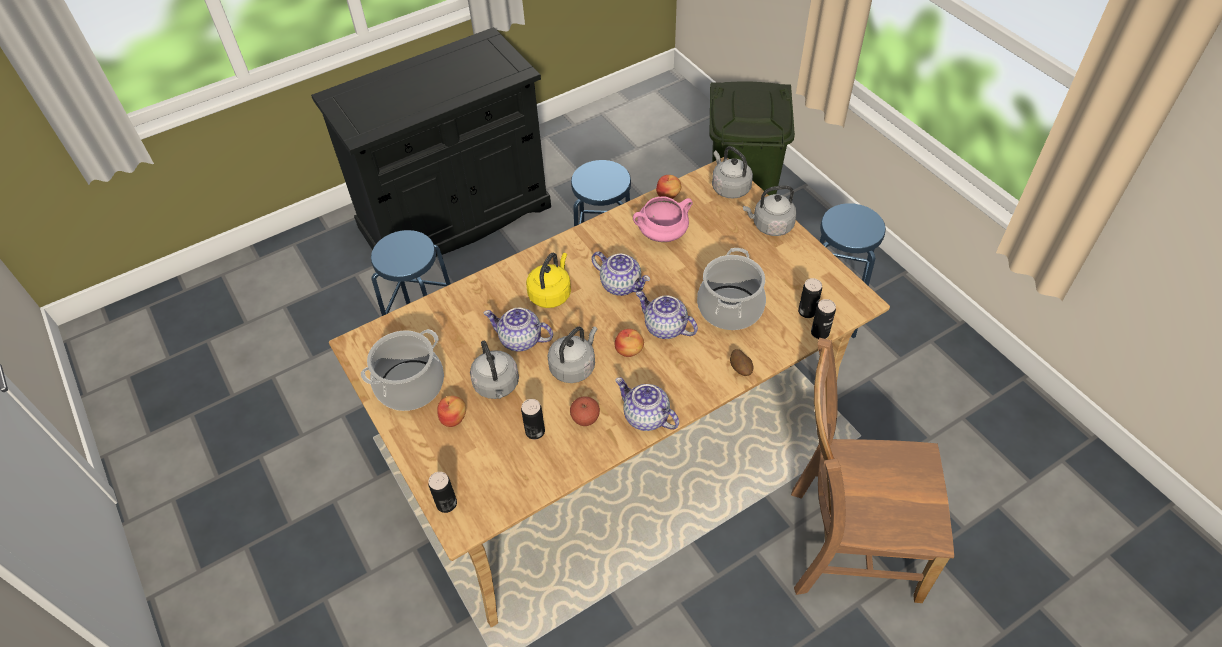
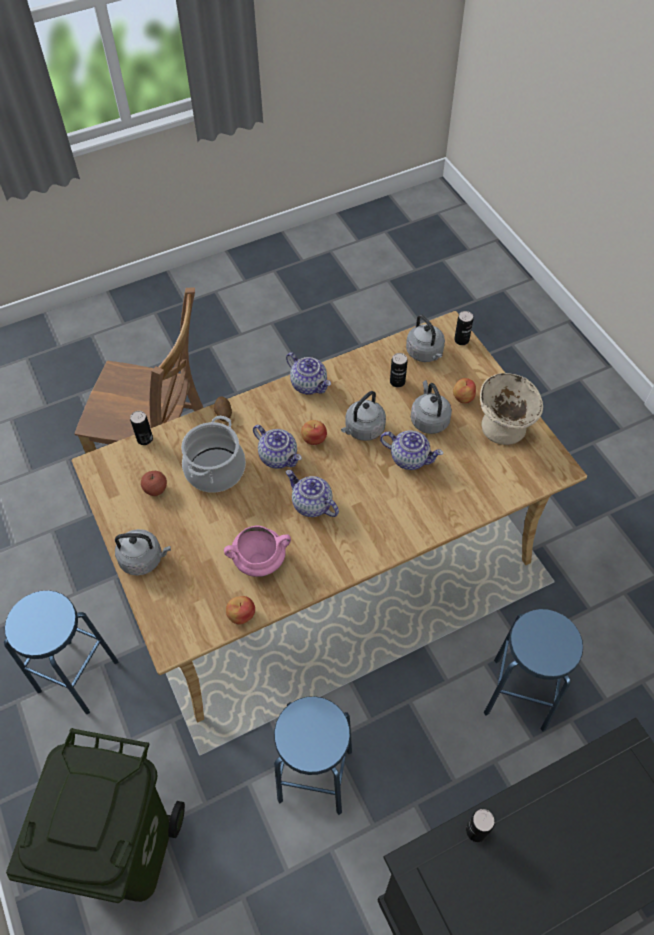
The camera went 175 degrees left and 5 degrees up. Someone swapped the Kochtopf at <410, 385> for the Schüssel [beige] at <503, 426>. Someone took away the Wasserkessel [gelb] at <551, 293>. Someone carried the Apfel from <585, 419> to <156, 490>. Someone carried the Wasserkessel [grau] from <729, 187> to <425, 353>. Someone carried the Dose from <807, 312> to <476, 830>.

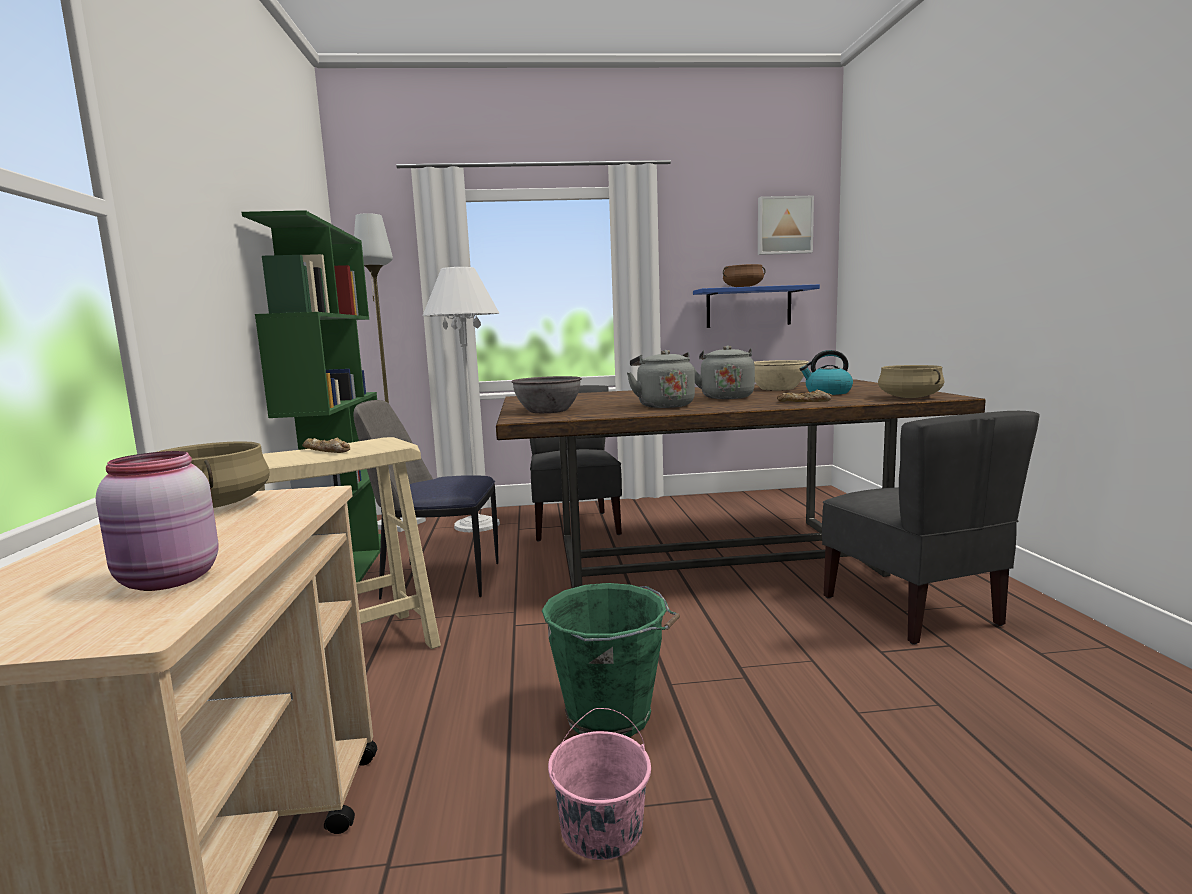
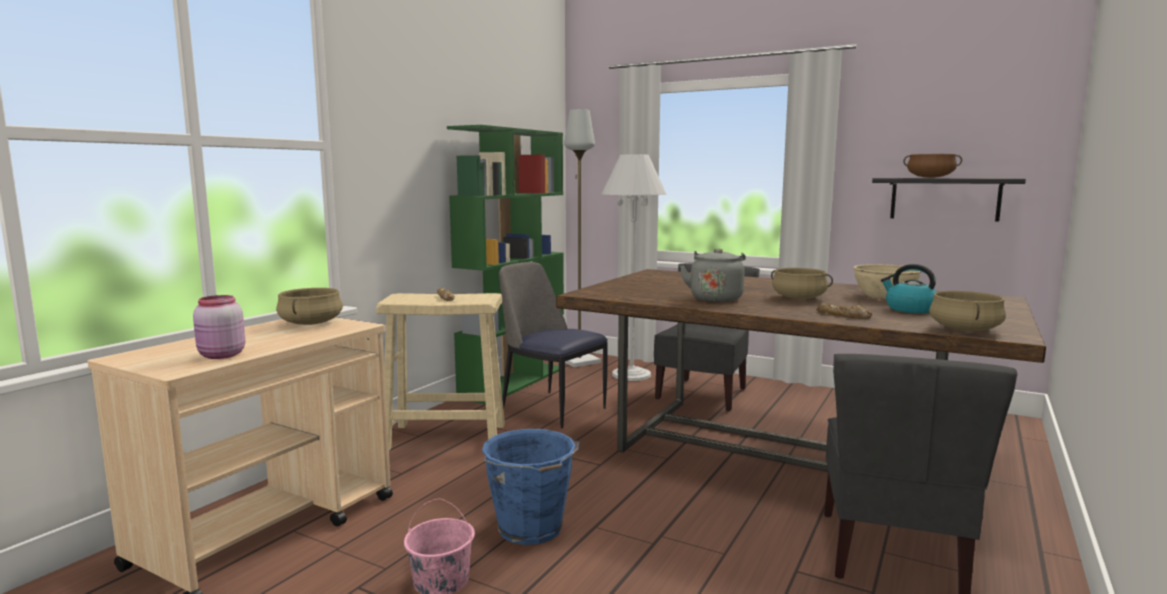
The camera went 35 degrees right and 0 degrees up. Someone took away the Schüssel [grau] at <548, 411>. Someone repainted the Eimer [grün] at <612, 716>, which became the Eimer [blau] at <531, 530>. Someone repainted the Wandregal [blau] at <748, 307>, which became the Wandregal [schwarz] at <944, 199>. Someone swapped the Wasserkessel [grau] at <726, 397> for the Kochtopf [beige] at <799, 298>. Someone took away the Bild at <784, 225>.

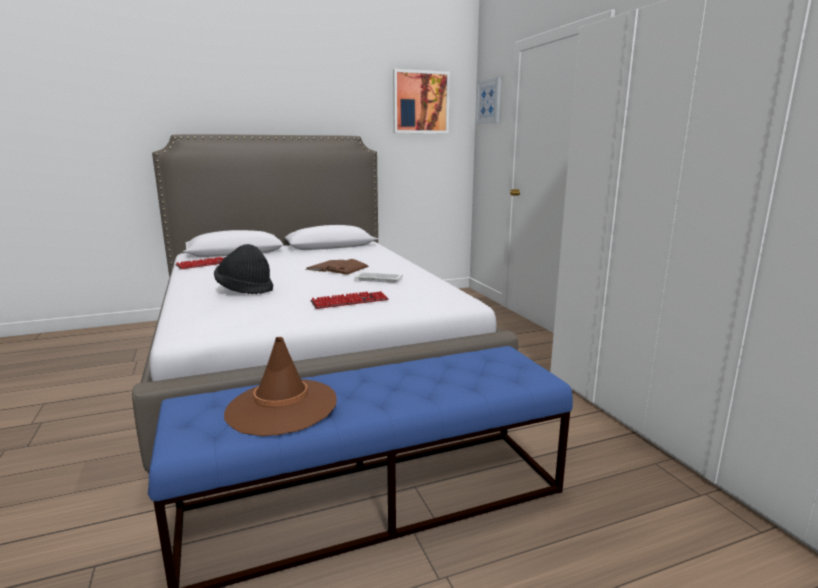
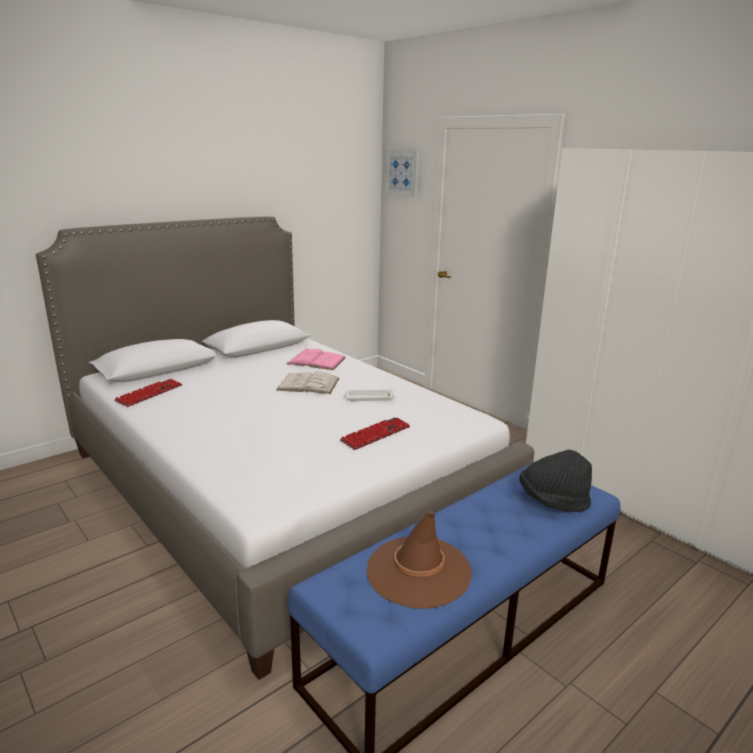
The camera went 20 degrees left and 5 degrees up. Someone carried the Hut [schwarz] from <245, 289> to <553, 501>. Someone repainted the Buch [braun] at <337, 268>, which became the Buch [weiß] at <308, 384>. Someone took away the Bild at <420, 102>. Someone put down the Buch [rosa] at <316, 361>.

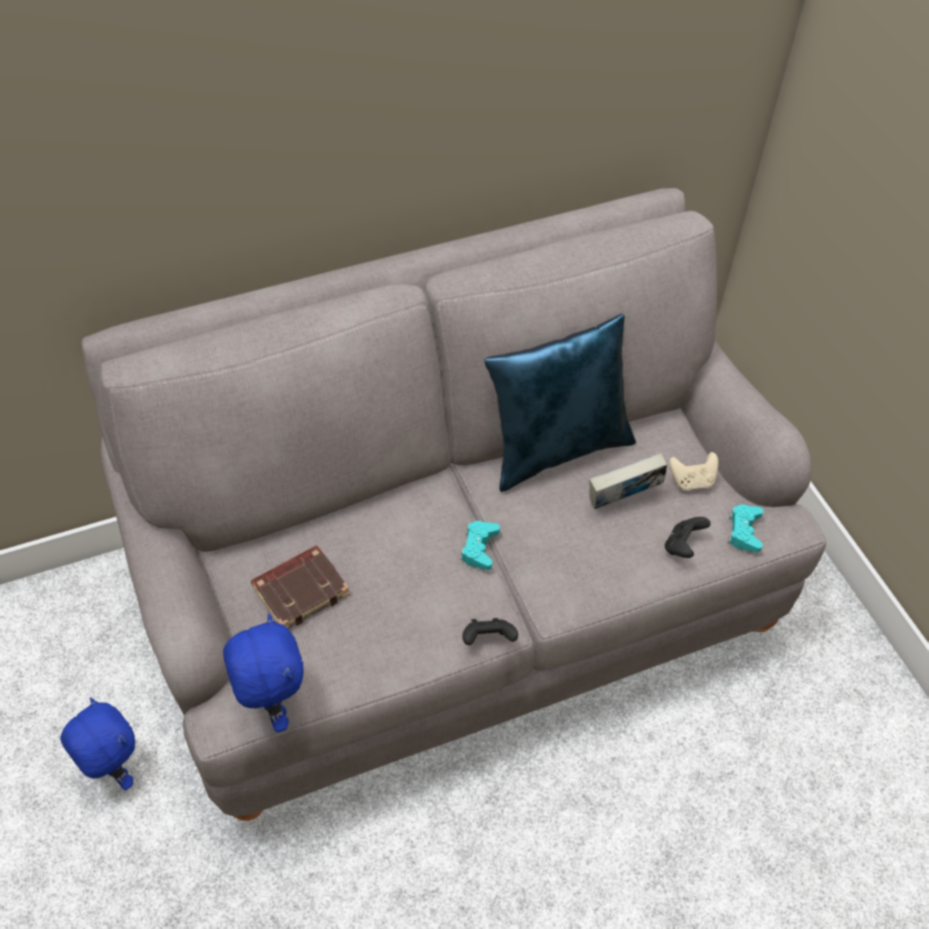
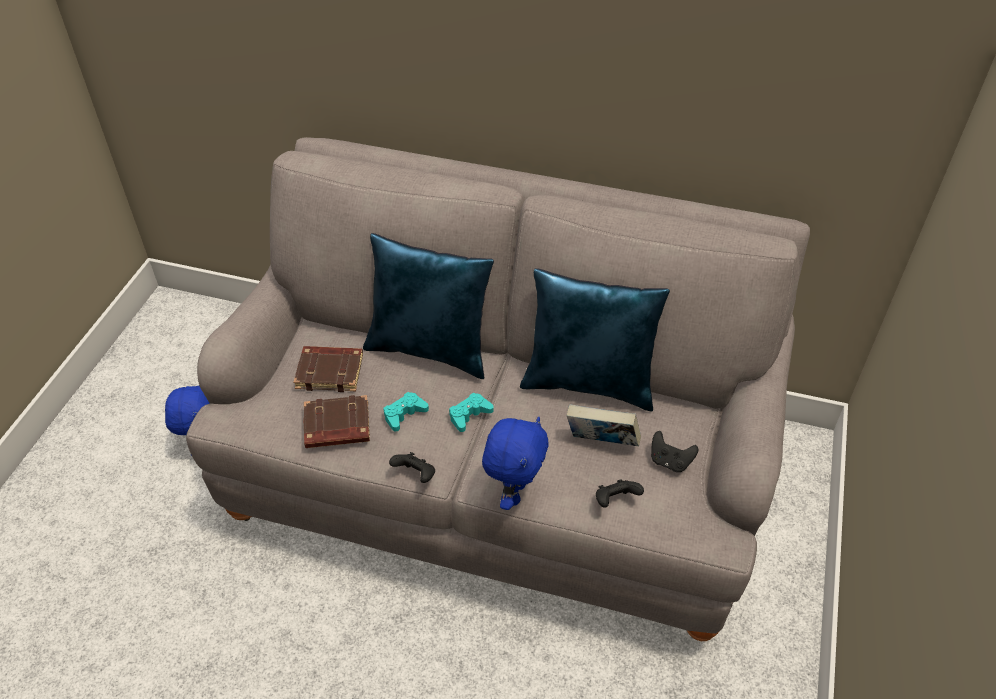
The camera went 40 degrees right and 5 degrees down. Someone carried the Plüschtier [blau] from <271, 705> to <513, 493>. Someone repainted the Gamepad [beige] at <692, 481>, which became the Gamepad [schwarz] at <670, 461>. Someone carried the Gamepad [türkis] from <744, 531> to <404, 414>. Someone put down the Buch [braun] at <336, 427>. Someone put down the Kissen [blau] at <431, 349>.

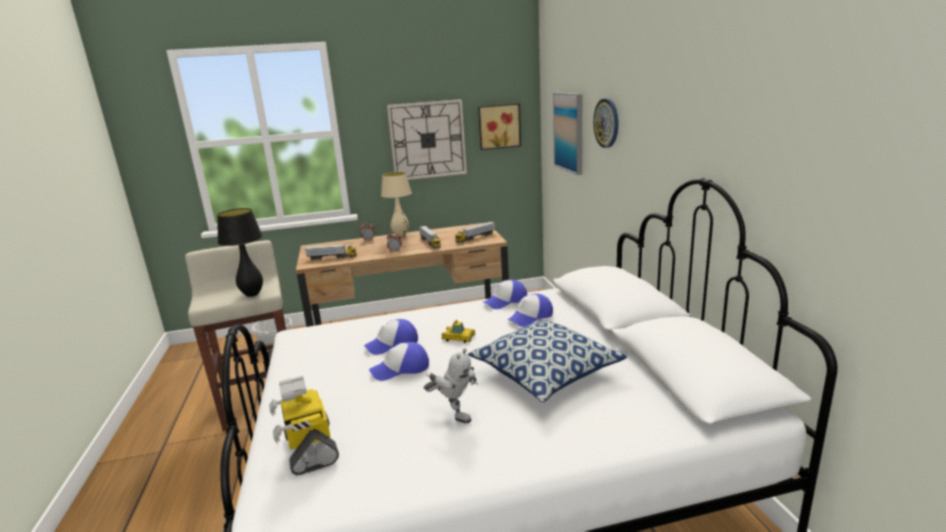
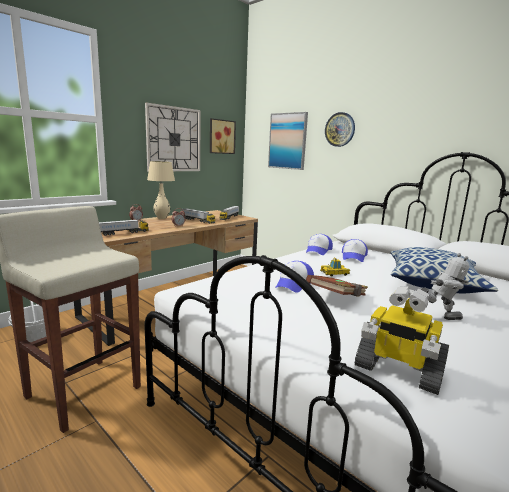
The camera went 35 degrees left and 5 degrees down. Someone took away the Tischlampe [schwarz] at <252, 294>. Someone swapped the Kappe at <401, 369> for the Buch [braun] at <337, 298>.

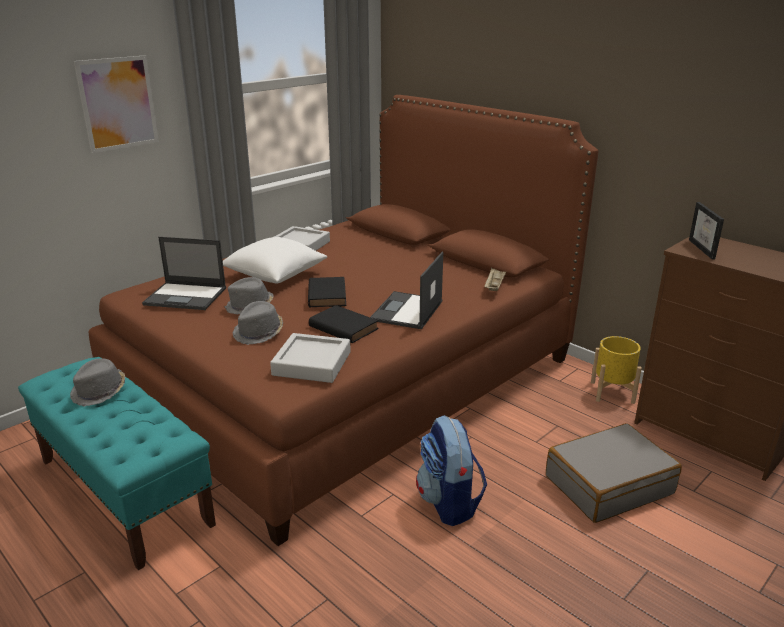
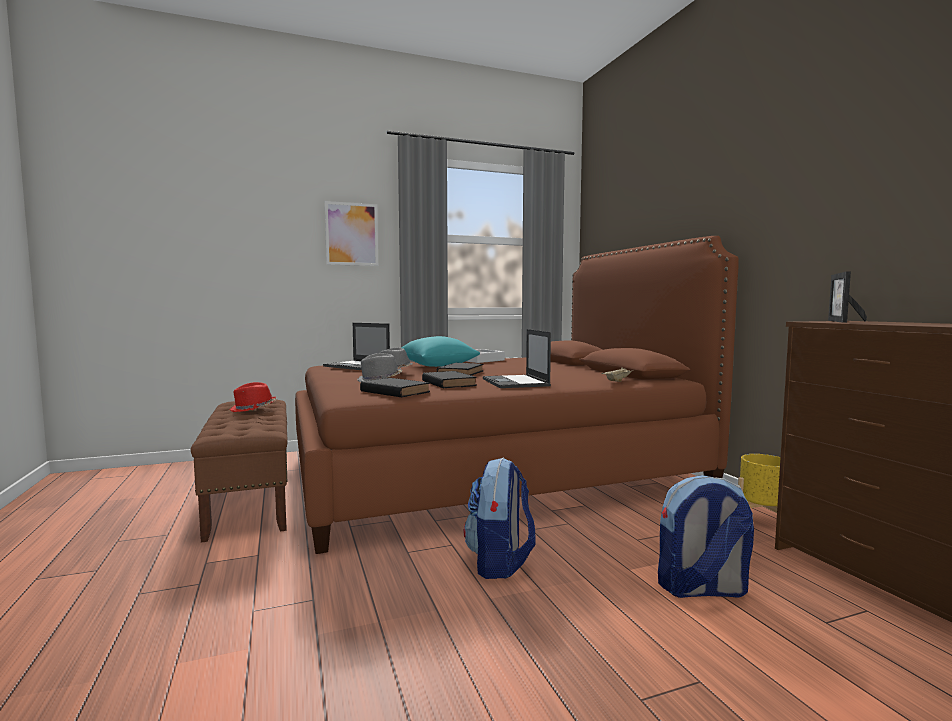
The camera went 25 degrees right and 20 degrees down. Someone repainted the Bank [türkis] at <125, 492>, which became the Bank [braun] at <250, 499>. Someone repainted the Hut [grau] at <100, 392>, which became the Hut [rot] at <253, 409>. Someone repainted the Kissen [weiß] at <274, 275>, which became the Kissen [türkis] at <436, 366>. Someone swapped the Tablett [grau] at <312, 363> for the Buch [schwarz] at <393, 391>. Someone rotated the Laptop at <407, 311> by 60 degrees counterclockwise. Someone swapped the Koffer [grau] at <608, 484> for the Rucksack at <701, 589>.

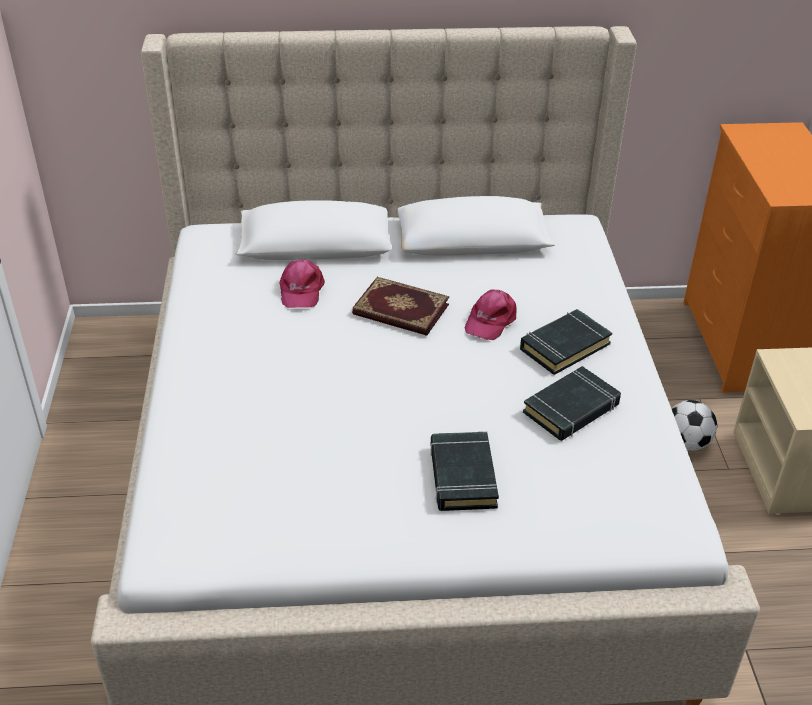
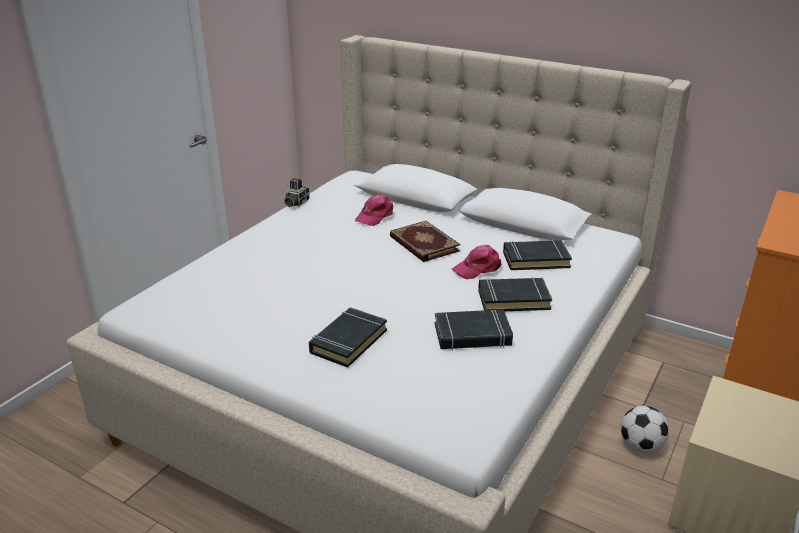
The camera went 35 degrees right and 10 degrees down. Someone put down the Kamera at <296, 203>. Someone put down the Buch [schwarz] at <535, 259>.

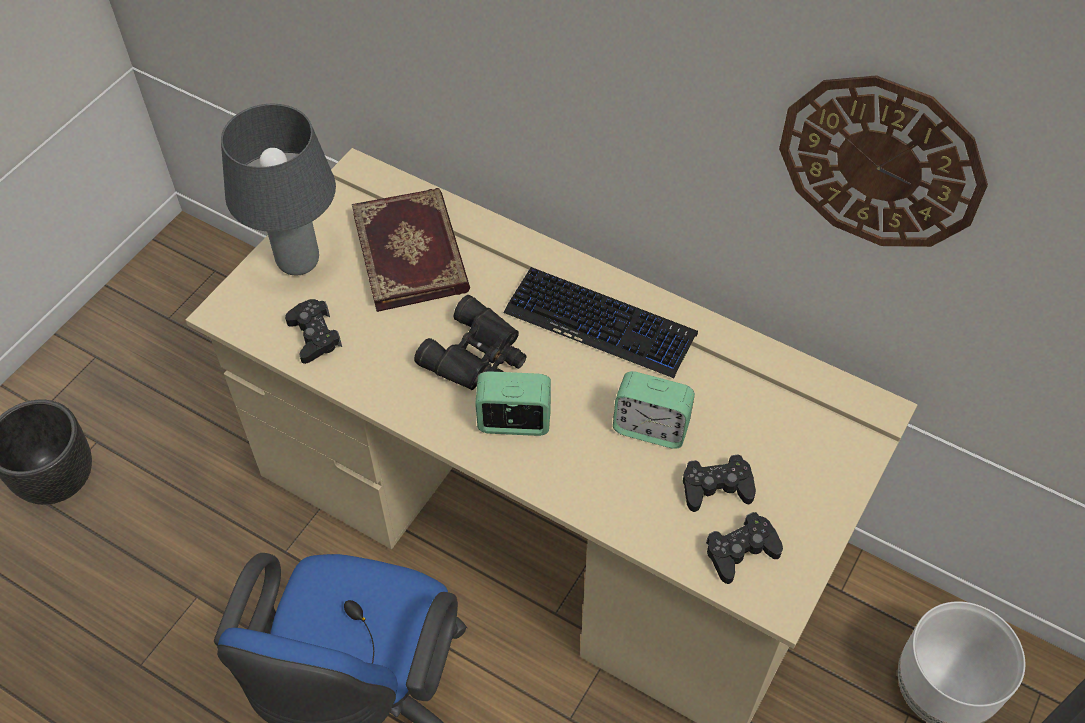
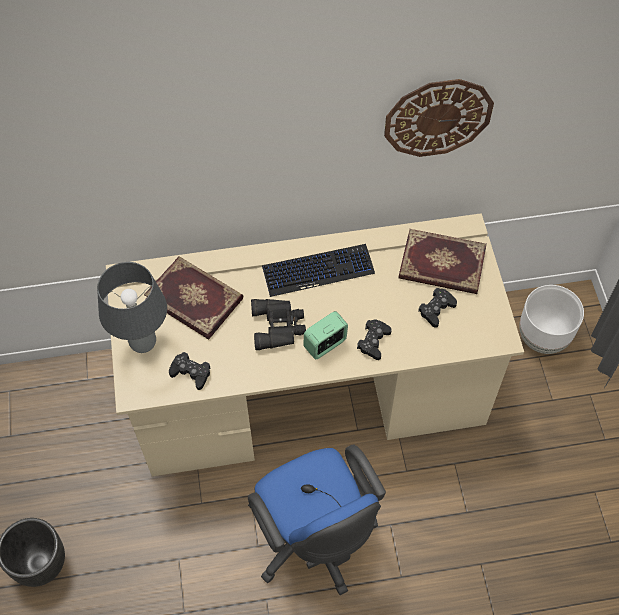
The camera went 40 degrees left and 5 degrees up. Someone took away the Wecker at <650, 428>. Someone carried the Gamepad [schwarz] from <741, 551> to <373, 341>. Someone put down the Buch at <441, 265>.

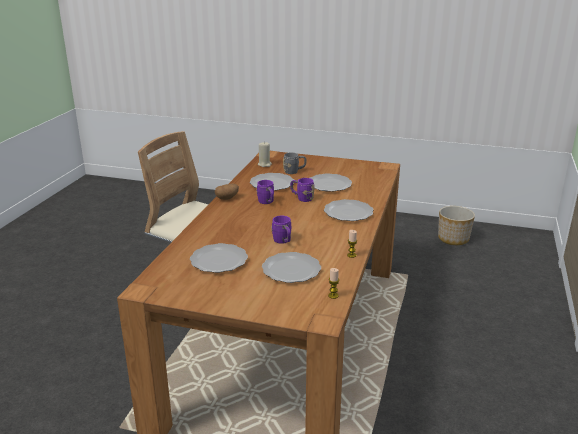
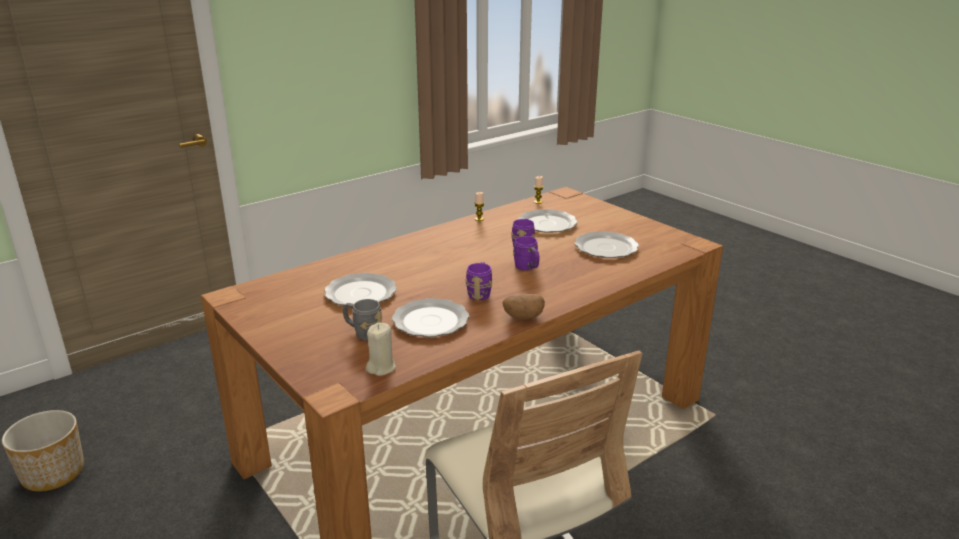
The camera went 145 degrees left and 0 degrees up. Someone carried the Henkelbecher [lila] from <302, 198> to <527, 268>. Someone took away the Teller at <349, 212>.

